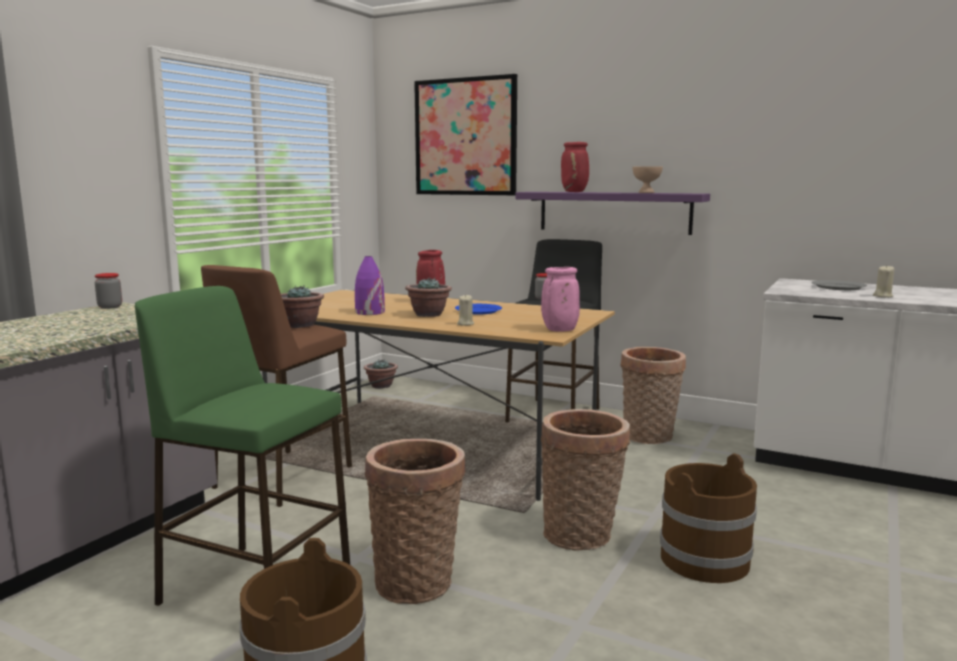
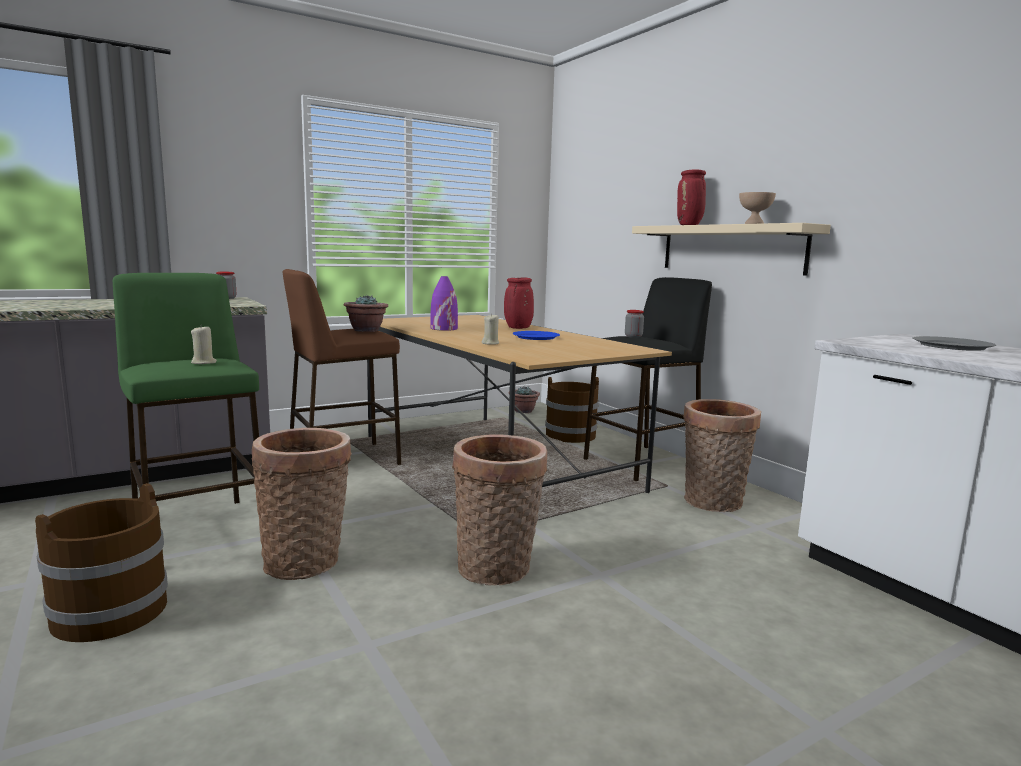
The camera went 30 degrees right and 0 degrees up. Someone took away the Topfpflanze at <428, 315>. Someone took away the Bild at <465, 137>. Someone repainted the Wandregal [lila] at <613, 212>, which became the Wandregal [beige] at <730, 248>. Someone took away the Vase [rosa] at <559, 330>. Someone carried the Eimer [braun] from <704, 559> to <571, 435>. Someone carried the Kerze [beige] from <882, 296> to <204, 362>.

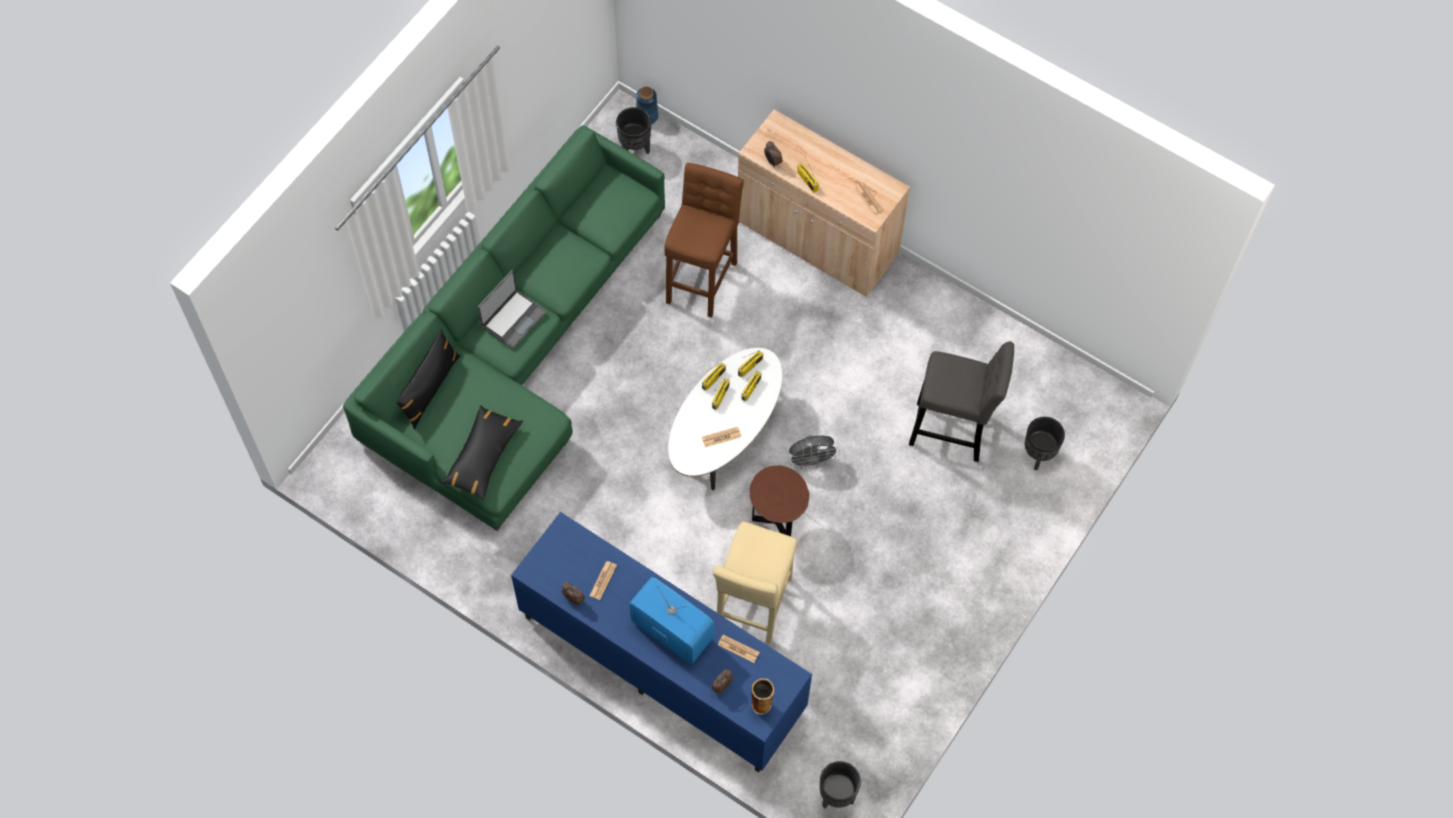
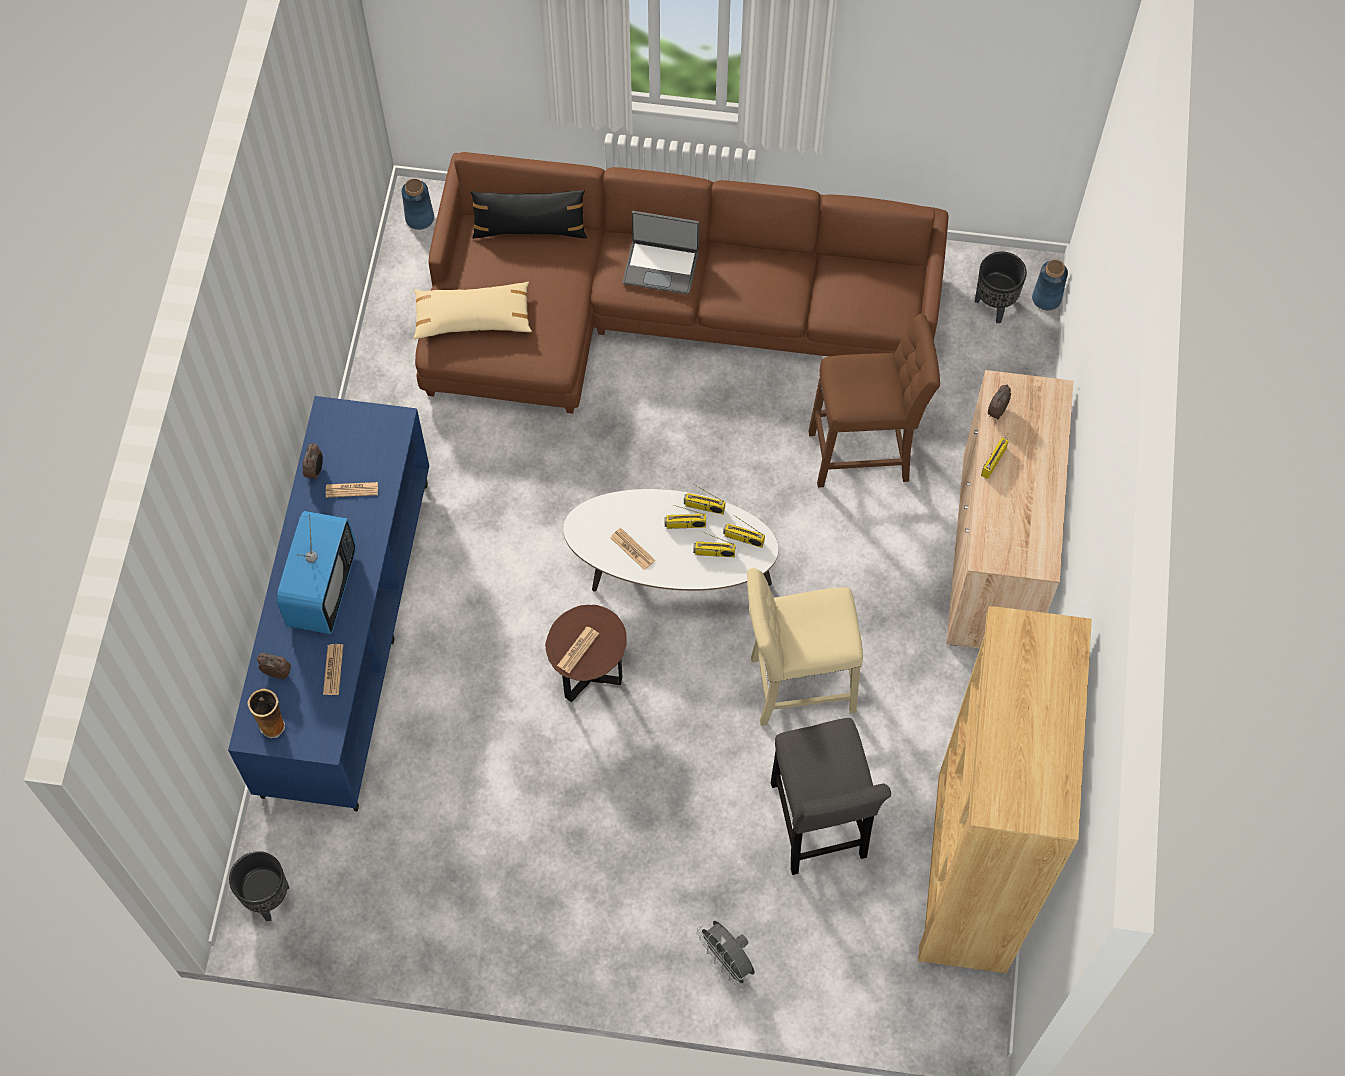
The camera went 65 degrees right and 0 degrees up. Someone repainted the Sofa [grün] at <514, 352>, which became the Sofa [braun] at <656, 309>. Someone repainted the Kissen [schwarz] at <482, 456>, which became the Kissen [beige] at <473, 317>. Someone carried the Hocker [beige] from <753, 606> to <796, 686>. Someone carried the Ventilator [grau] from <811, 461> to <727, 961>. Someone carried the Zeitung from <868, 199> to <578, 650>. Someone took away the Pflanzkübel [schwarz] at <1038, 456>. Someone put down the Vase [blau] at <419, 218>. Someone put down the Bücherregal [braun] at <969, 872>.

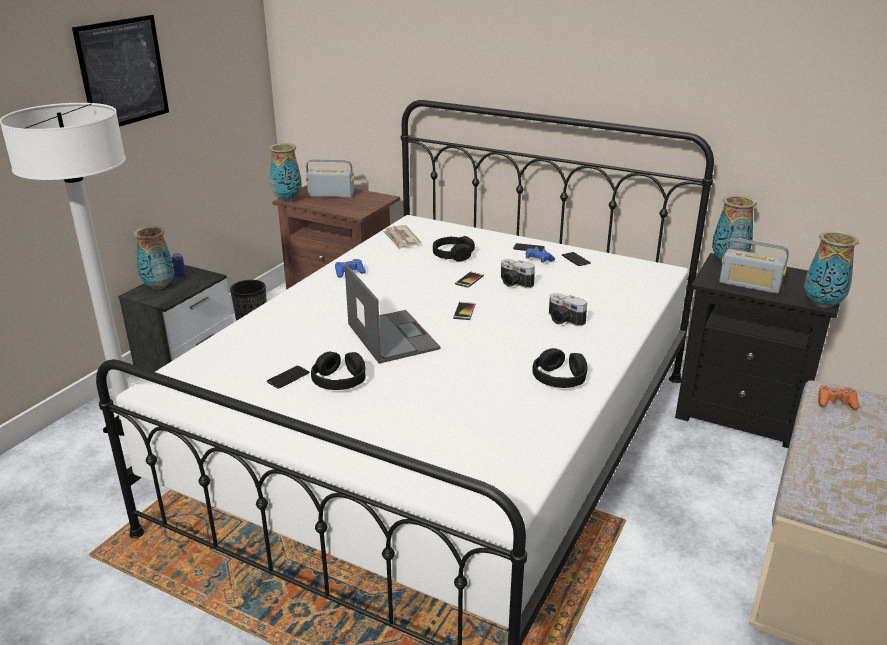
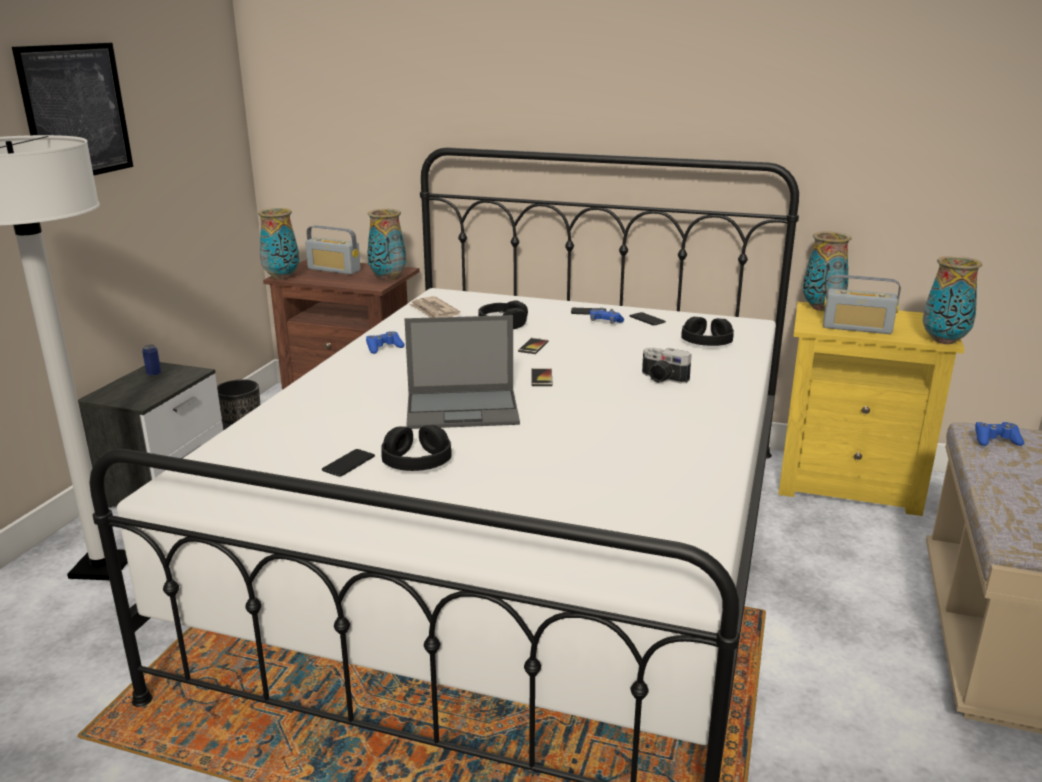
The camera went 10 degrees left and 5 degrees down. Someone carried the Vase from <159, 286> to <388, 278>. Someone rotated the Radio at <330, 195> by 150 degrees counterclockwise. Someone rotated the Laptop at <391, 336> by 120 degrees clockwise. Someone took away the Kamera at <514, 283>. Someone carried the Kopfhörer [schwarz] from <559, 378> to <706, 342>. Someone repainted the Nachttisch [schwarz] at <742, 413>, which became the Nachttisch [gelb] at <849, 483>. Someone repainted the Gamepad [orange] at <835, 402>, which became the Gamepad [blau] at <995, 440>.

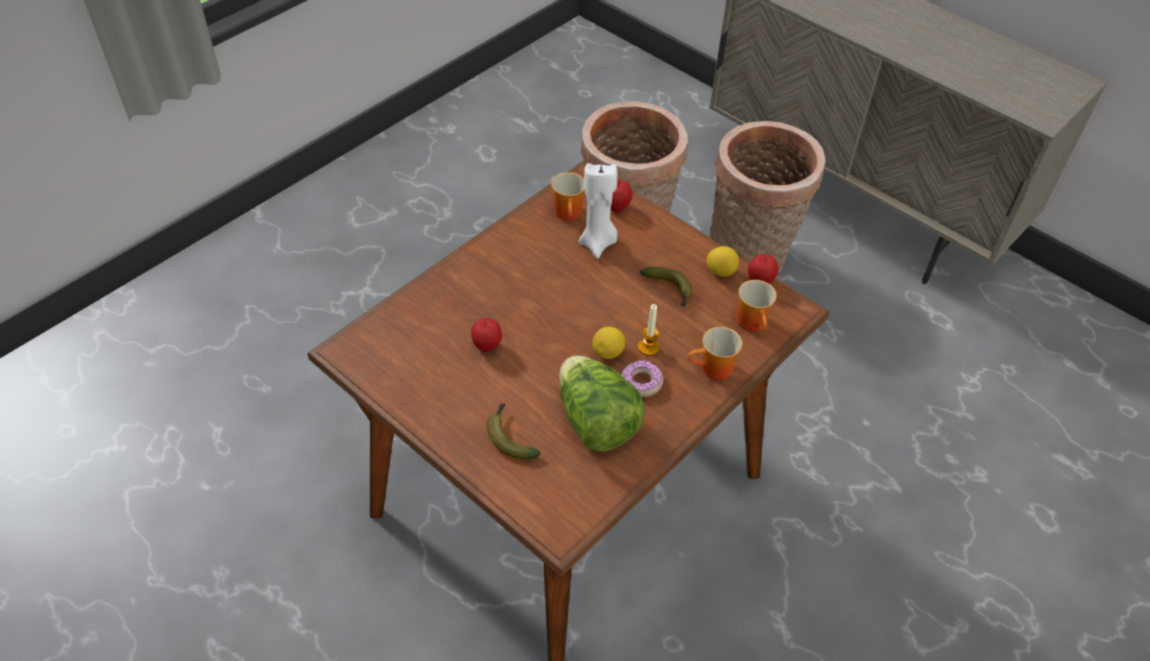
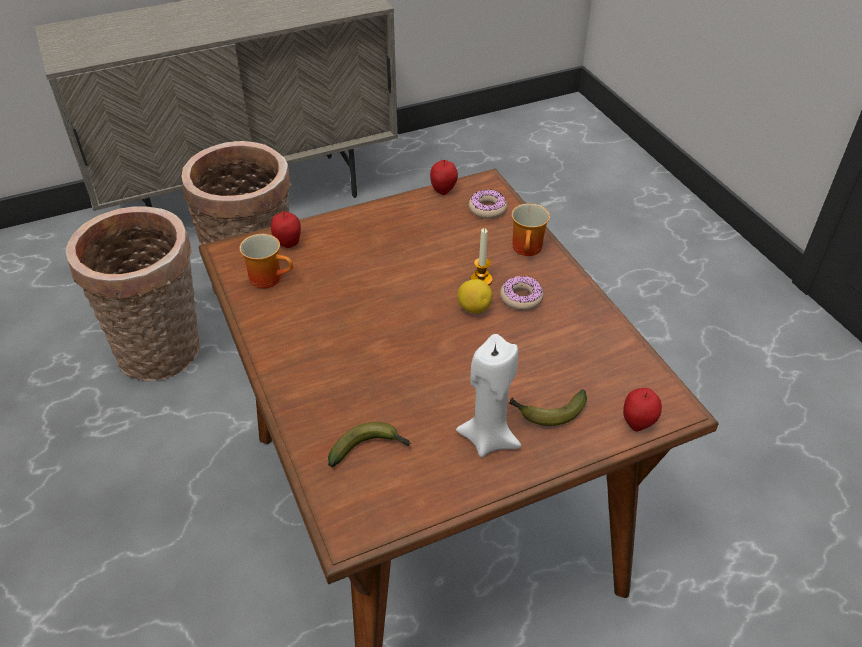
The camera went 65 degrees left and 5 degrees down. Someone carried the Apfel from <487, 347> to <638, 423>. Someone took away the Salatkopf at <595, 422>. Someone carried the Kerze [weiß] from <598, 243> to <488, 438>. Someone carried the Banane from <669, 290> to <370, 449>. Someone took away the Zitrone at <720, 271>. Someone swapped the Henkelbecher at <754, 323> for the Donut at <487, 209>.

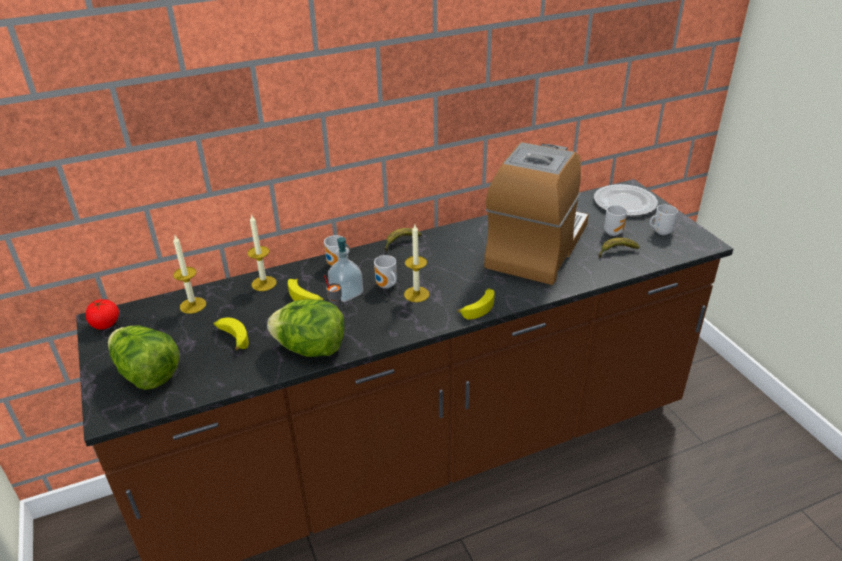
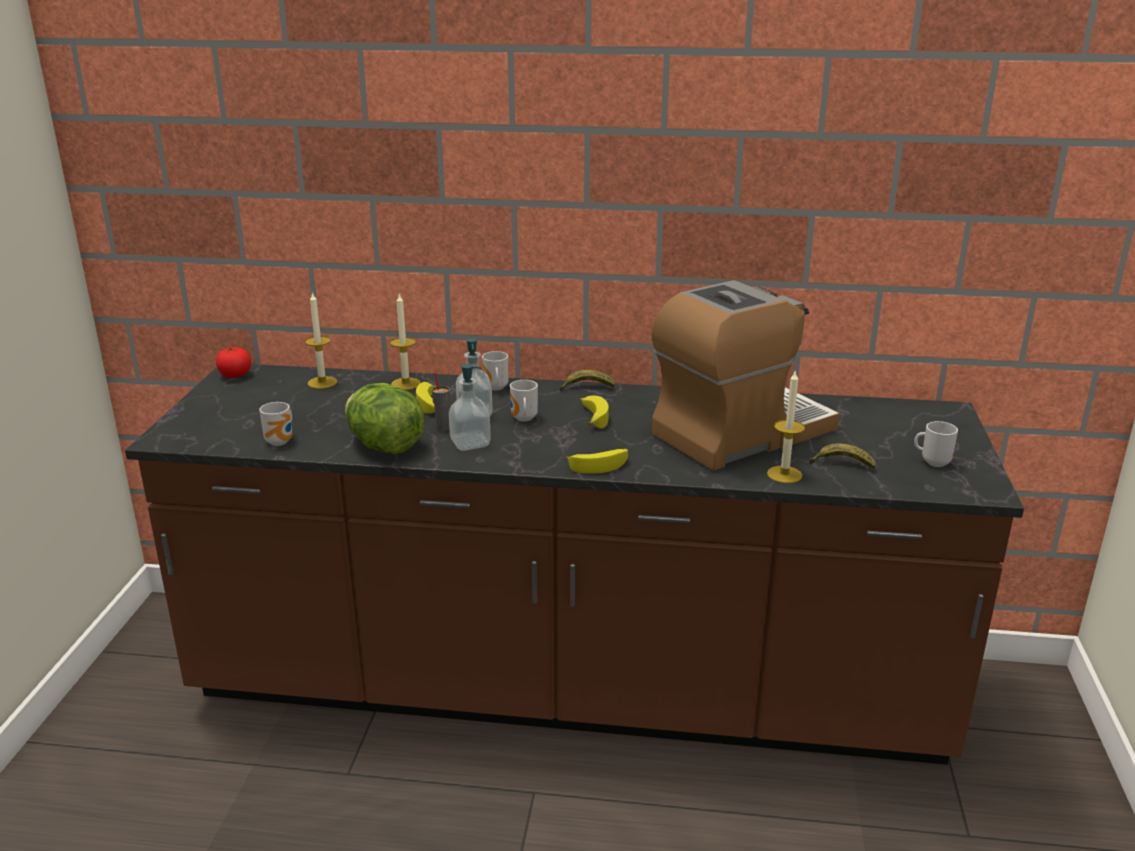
The camera went 30 degrees right and 10 degrees down. Someone took away the Salatkopf at <146, 374>. Someone carried the Banane from <231, 338> to <592, 417>. Someone carried the Kerze from <416, 294> to <784, 474>. Someone took away the Teller at <625, 202>. Someone carried the Henkelbecher from <613, 232> to <281, 441>. Someone put down the Seifenspender at <470, 443>.

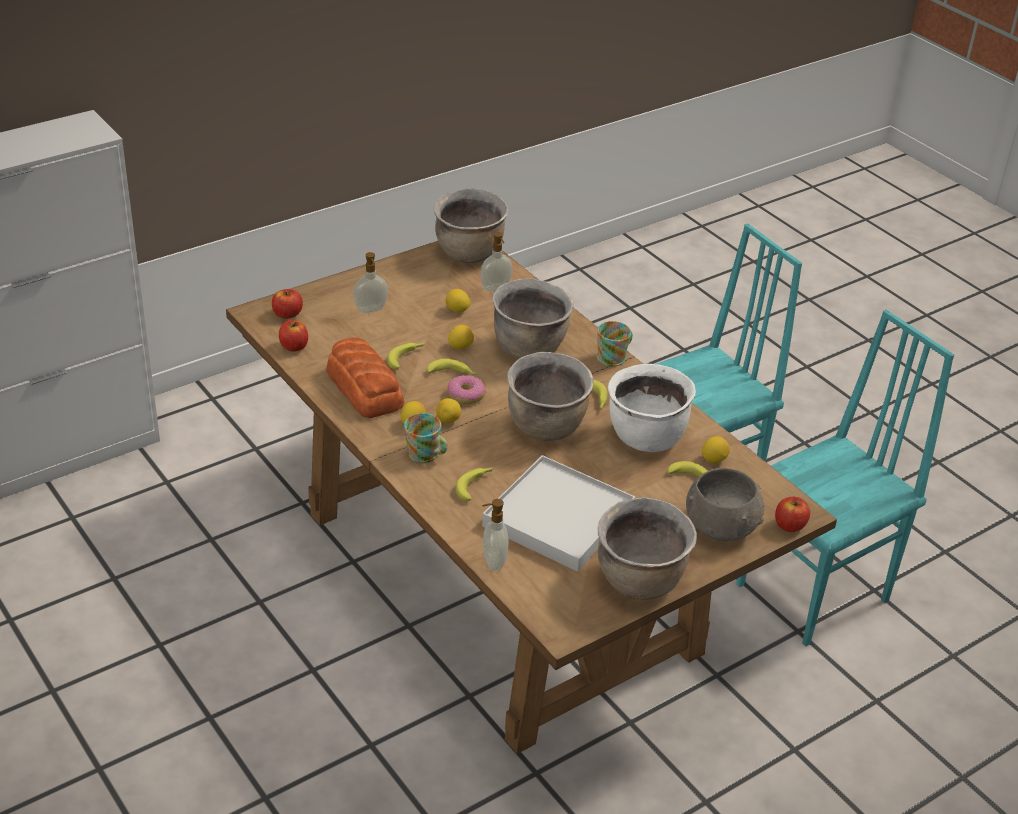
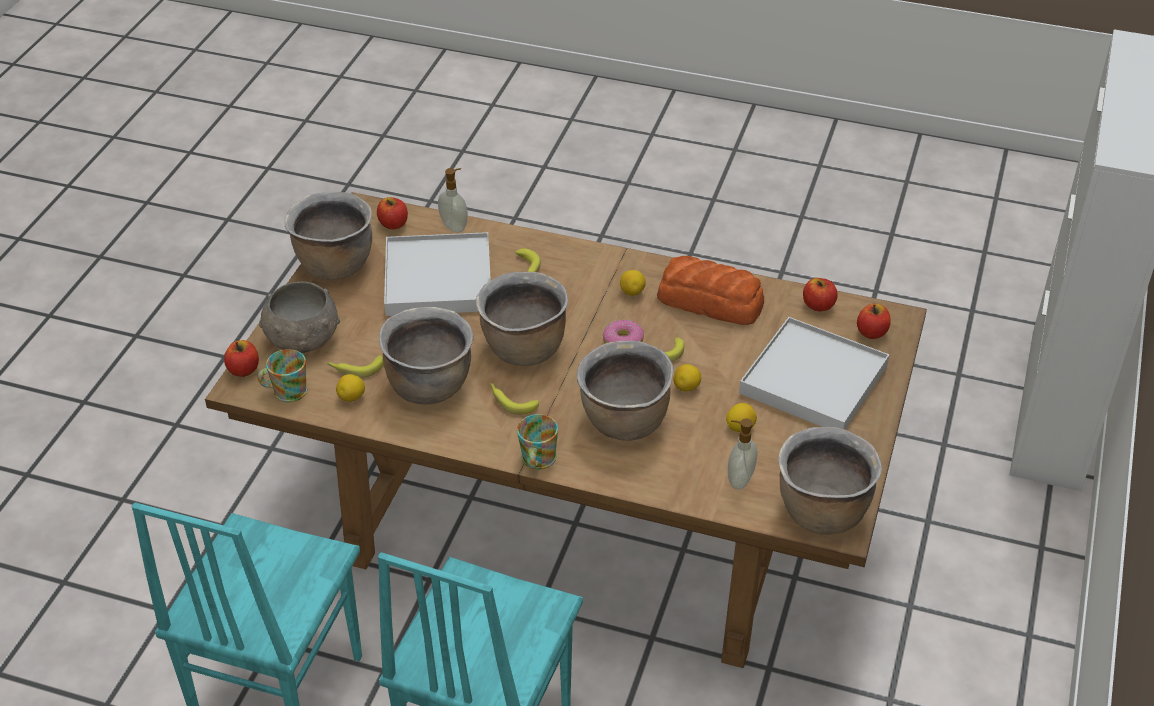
The camera went 145 degrees right and 5 degrees up. Someone swapped the Seifenspender at <371, 309> for the Tablett [weiß] at <813, 380>. Someone took away the Banane at <406, 358>. Someone carried the Henkelbecher from <426, 455> to <285, 391>. Someone took away the Zitrone at <448, 420>. Someone repainted the Kochtopf [weiß] at <645, 438>, which became the Kochtopf [braun] at <429, 386>. Someone put down the Apfel at <393, 224>.

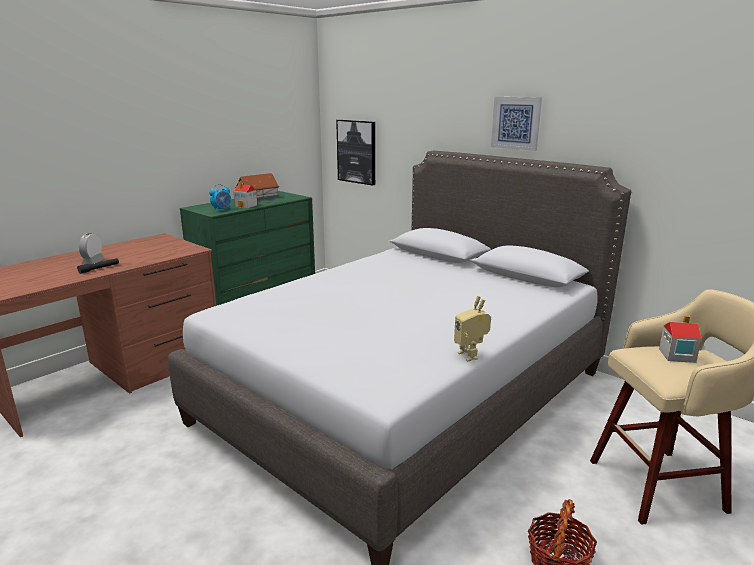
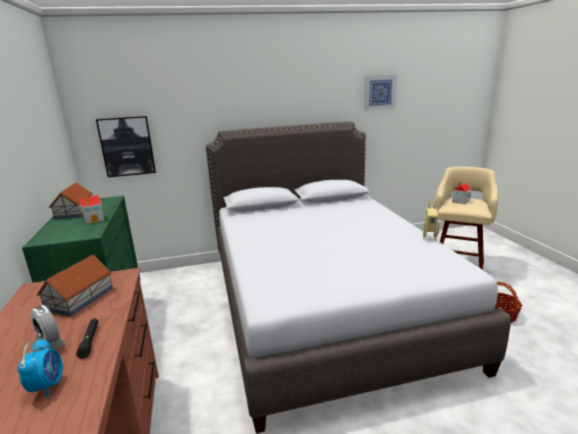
The camera went 55 degrees left and 0 degrees up. Someone carried the Wecker from <222, 210> to <47, 386>. Someone carried the Bild from <516, 123> to <379, 92>. Someone put down the Spielzeughaus at <79, 299>.

